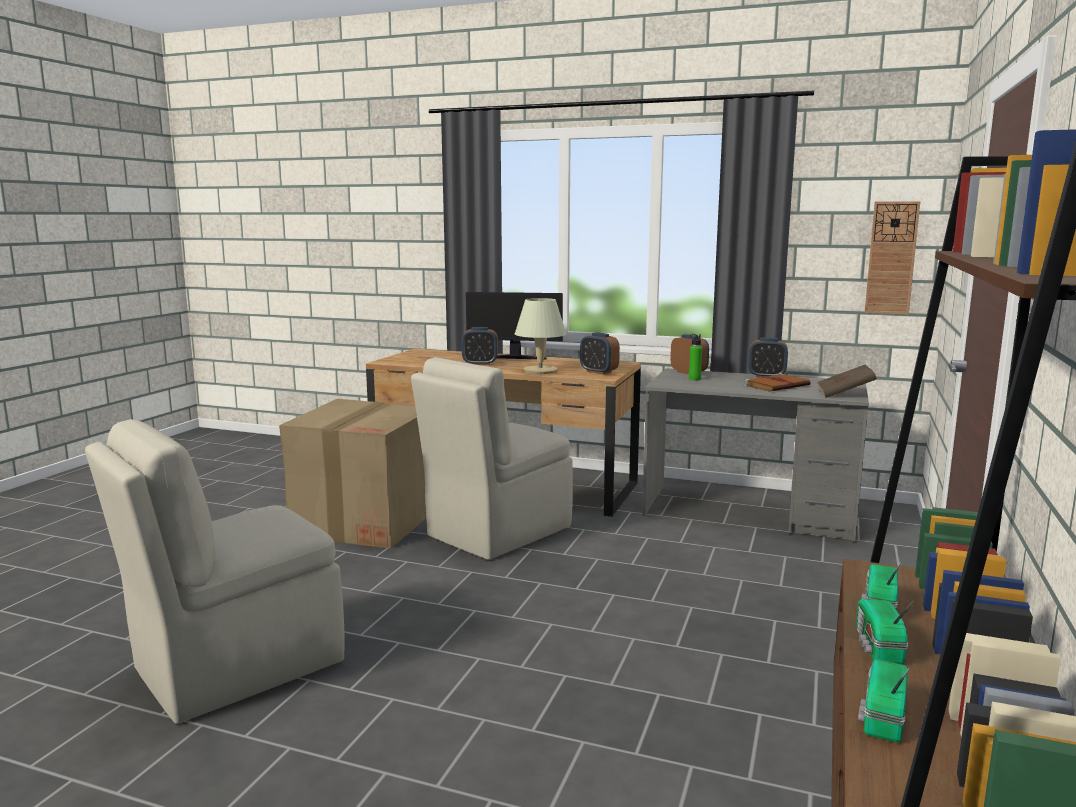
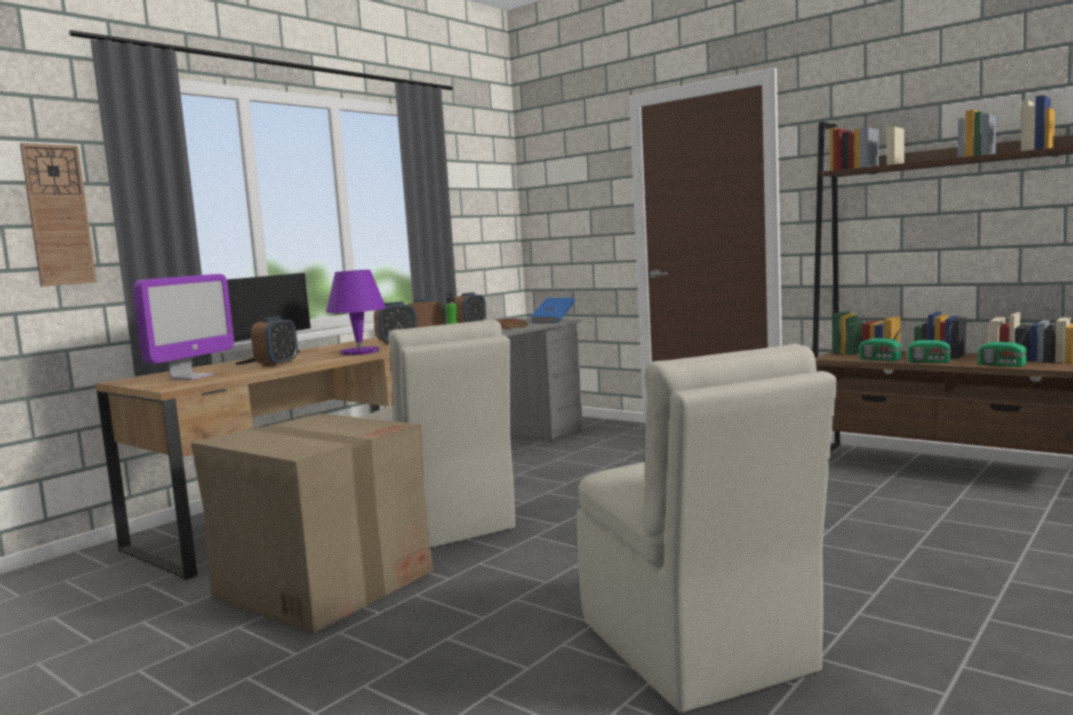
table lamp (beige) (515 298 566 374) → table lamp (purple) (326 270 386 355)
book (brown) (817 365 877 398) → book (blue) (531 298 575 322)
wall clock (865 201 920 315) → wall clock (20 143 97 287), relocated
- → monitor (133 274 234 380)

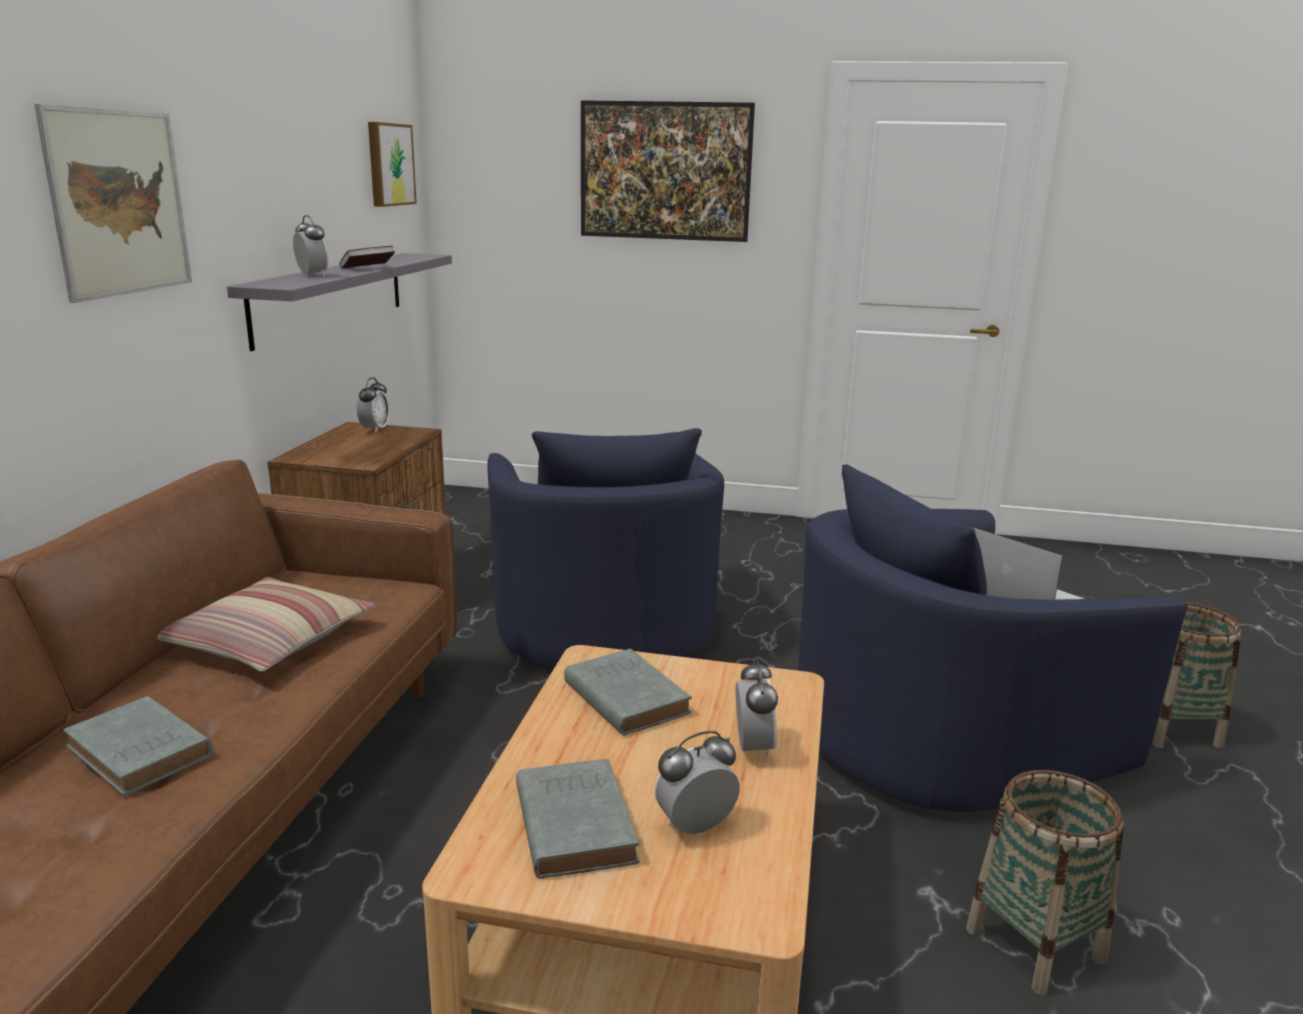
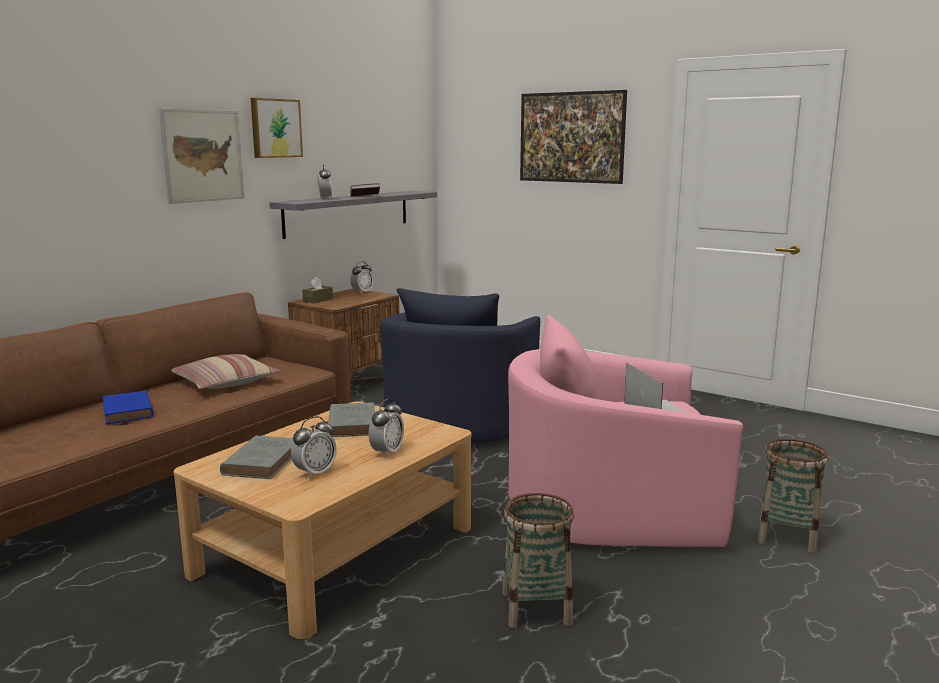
book (grey) (63 696 213 796) → book (blue) (103 391 154 424)
picture (368 122 417 207) → picture (251 98 303 158), relocated
alarm clock (654 731 740 834) → alarm clock (291 416 337 479), 135 degrees clockwise
armchair (blue) (797 464 1187 812) → armchair (pink) (508 315 743 547)
- → tissue box (brown) (302 277 333 303)

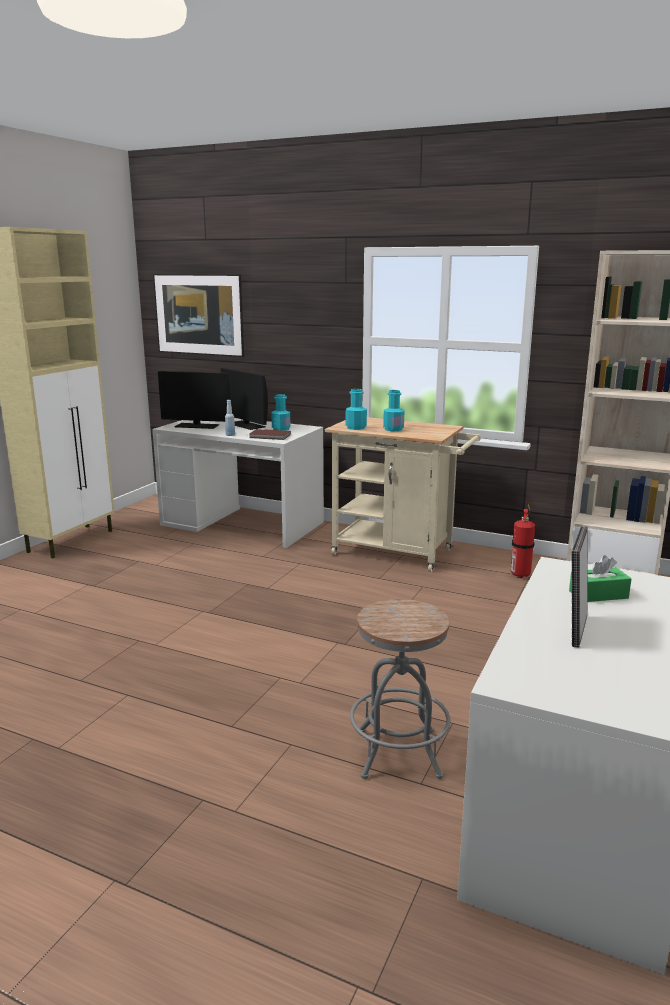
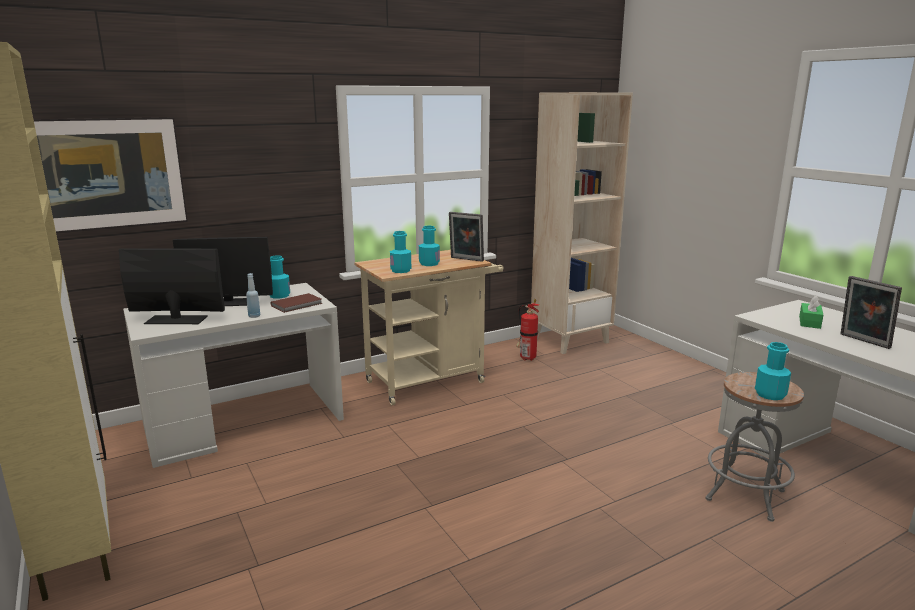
monitor (158 371 230 429) → monitor (119 249 225 324), 135 degrees counterclockwise
- → picture frame (449 212 484 262)
- → bottle (turquoise) (755 342 791 400)

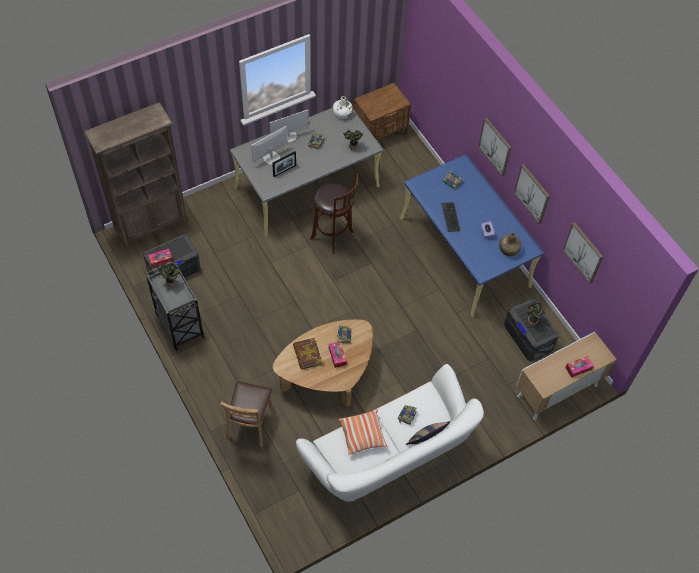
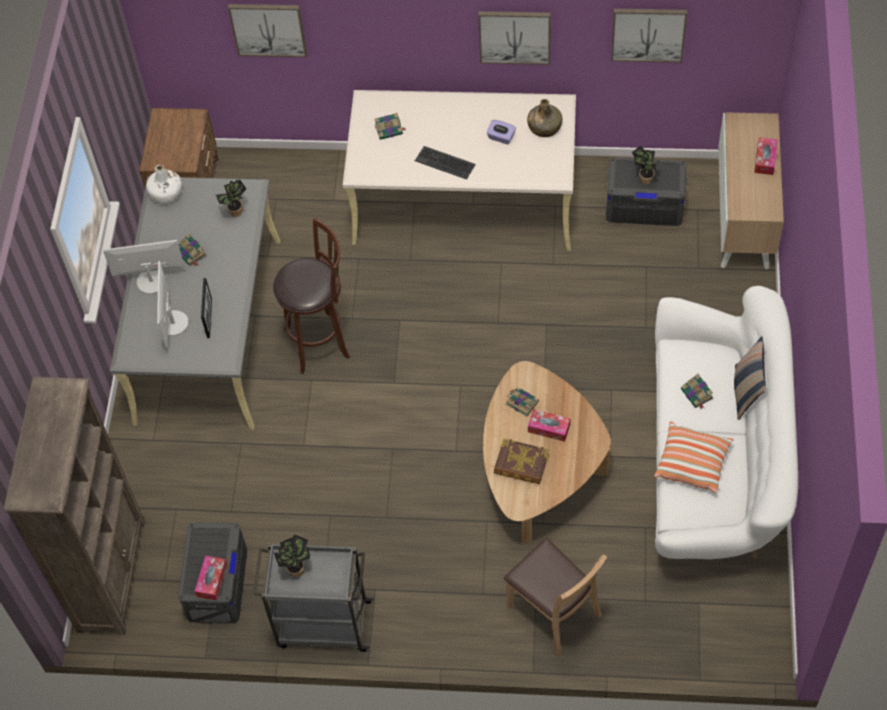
monitor (269 109 309 143) → monitor (103 240 185 294), 105 degrees counterclockwise
desk (blue) (400 154 544 317) → desk (beige) (343 90 576 251)
picture (478 118 512 176) → picture (228 4 307 57), relocated

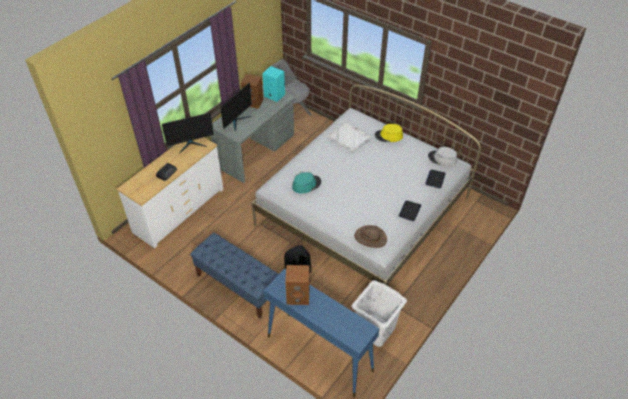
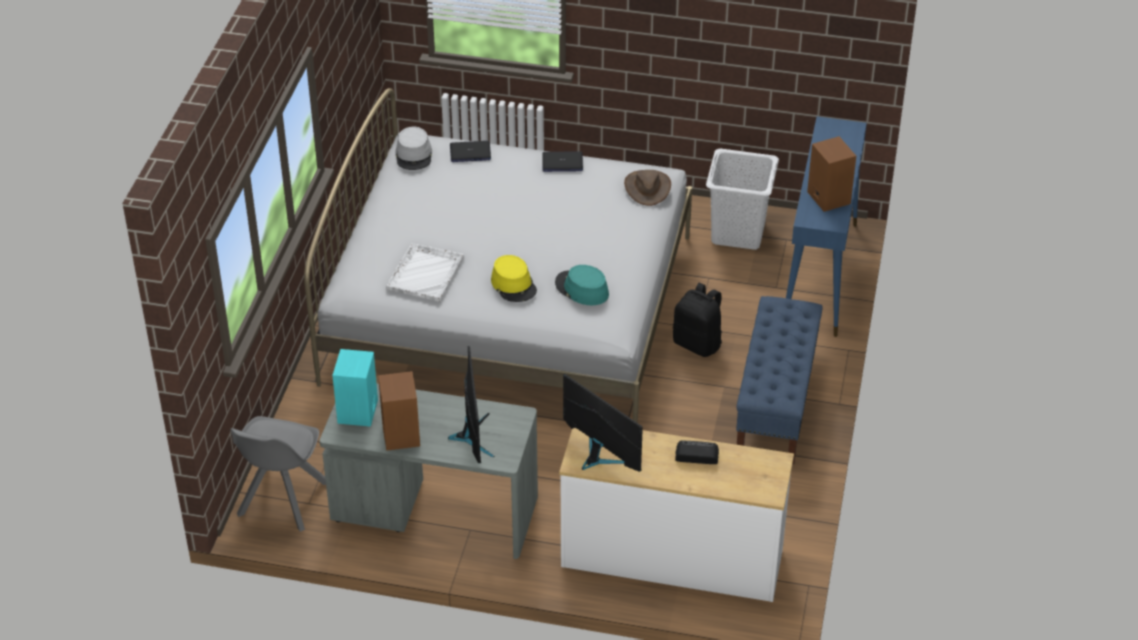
monitor (220 83 252 131) → monitor (448 346 495 463), 75 degrees clockwise
hat (yellow) (375 124 403 142) → hat (yellow) (491 255 537 302), relocated

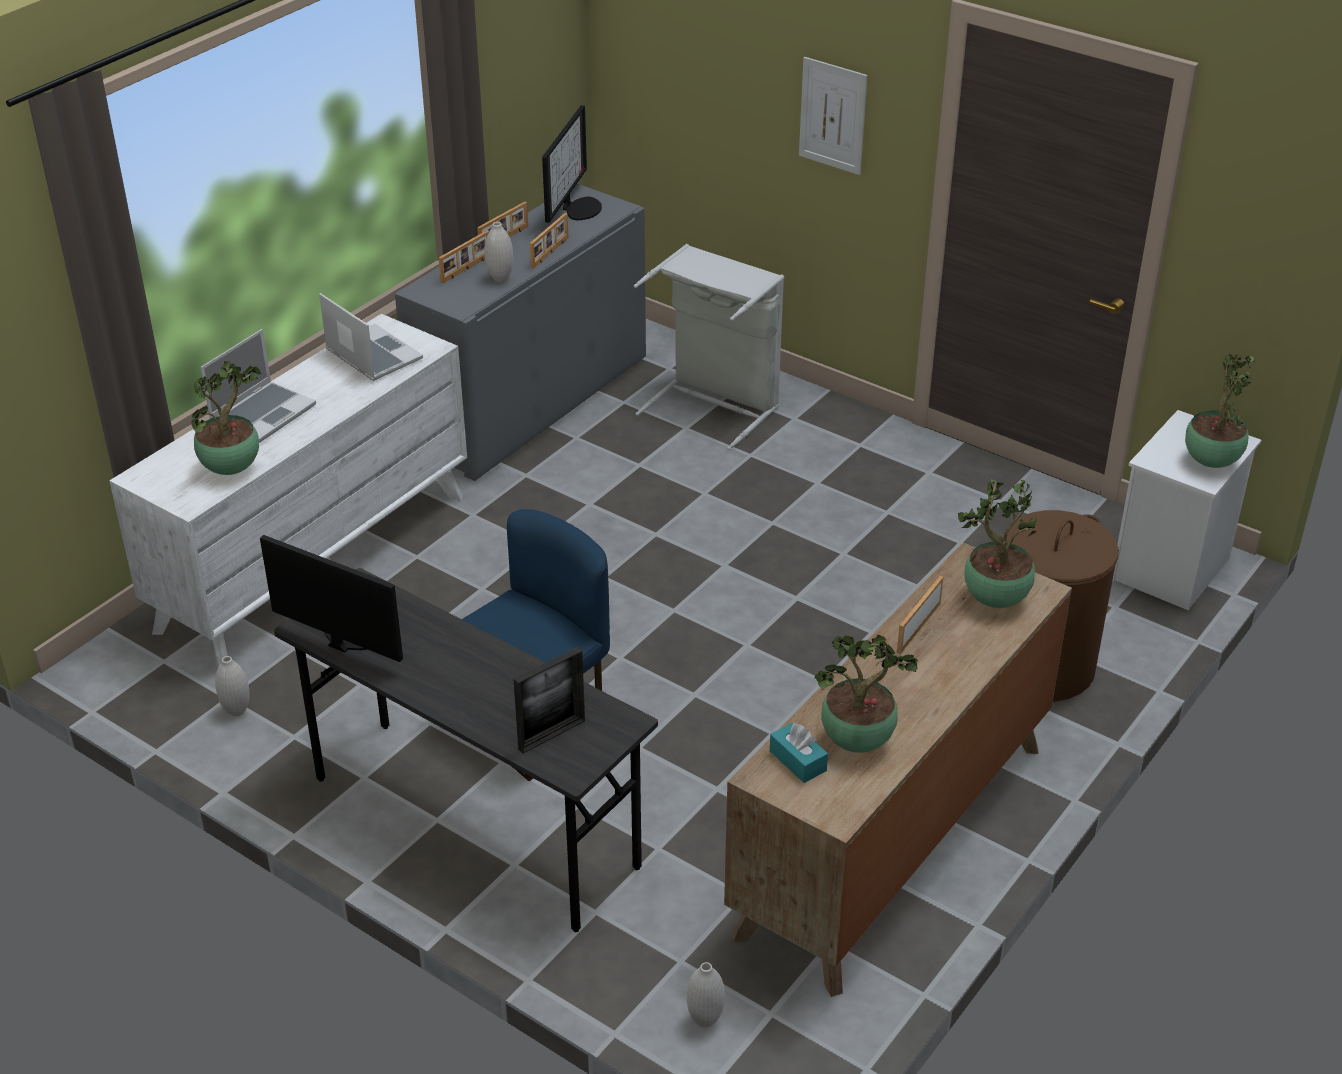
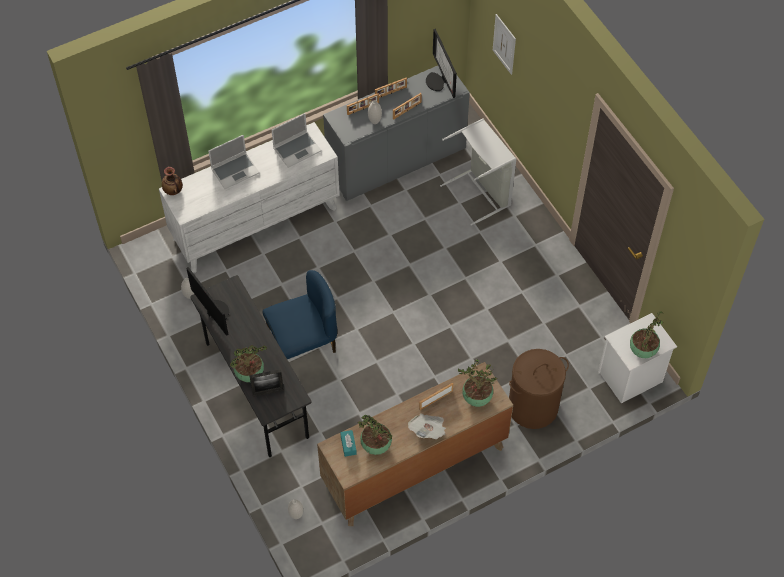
potted plant (191 361 261 475) → potted plant (230 345 267 382), relocated
laptop (319 293 423 381) → laptop (272 113 321 168), 75 degrees clockwise
monitor (542 105 602 223) → monitor (426 29 457 98), 120 degrees clockwise
picture (799 57 867 175) → picture (493 14 516 75), relocated
- → vase (162 167 183 195)
- → newspaper (408 413 446 439)

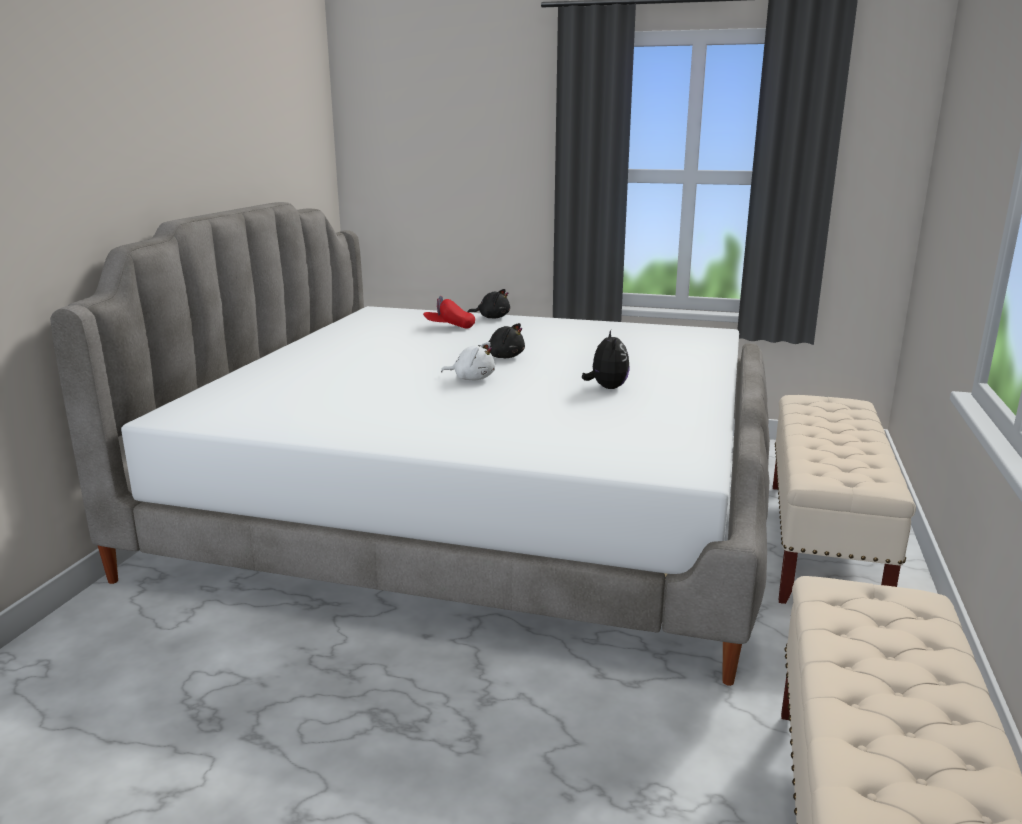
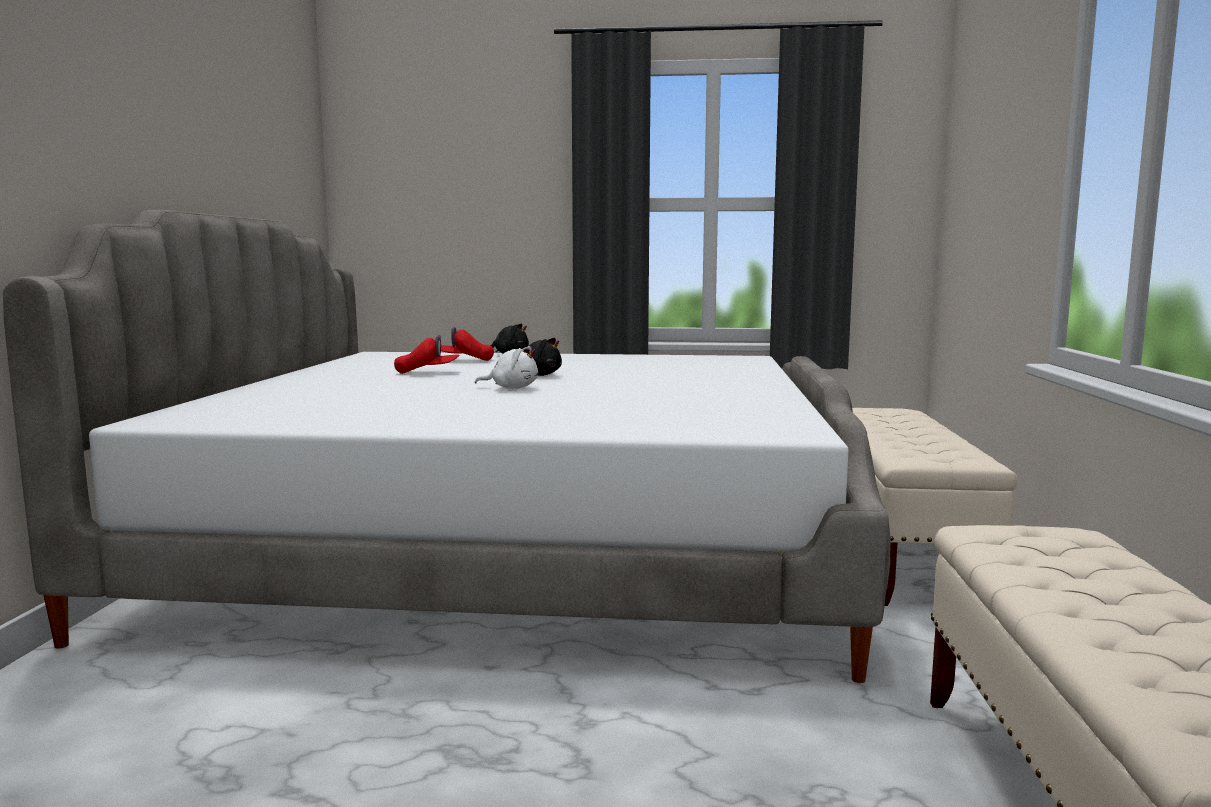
plush toy (582 330 630 389) → -
- → cap (red) (394 335 459 374)

